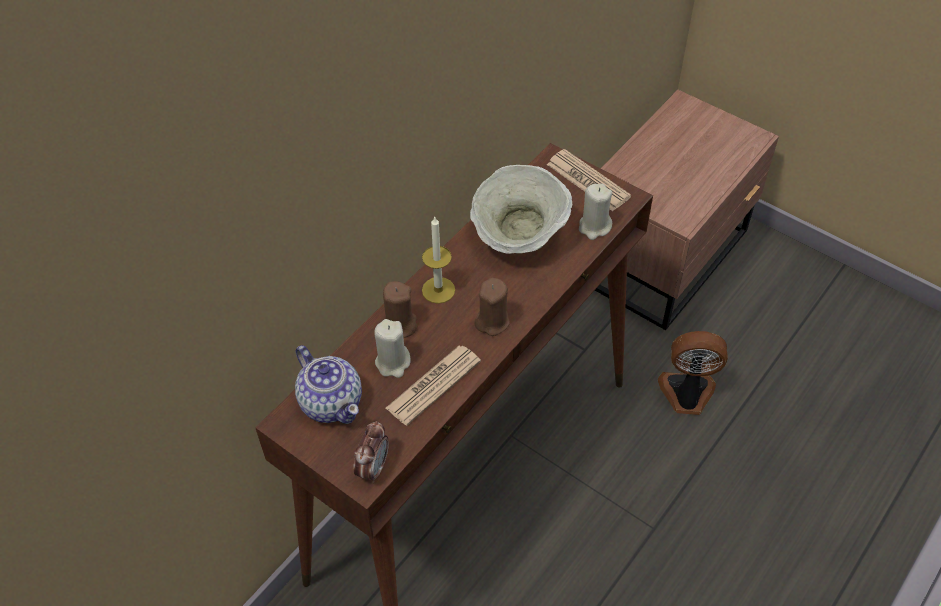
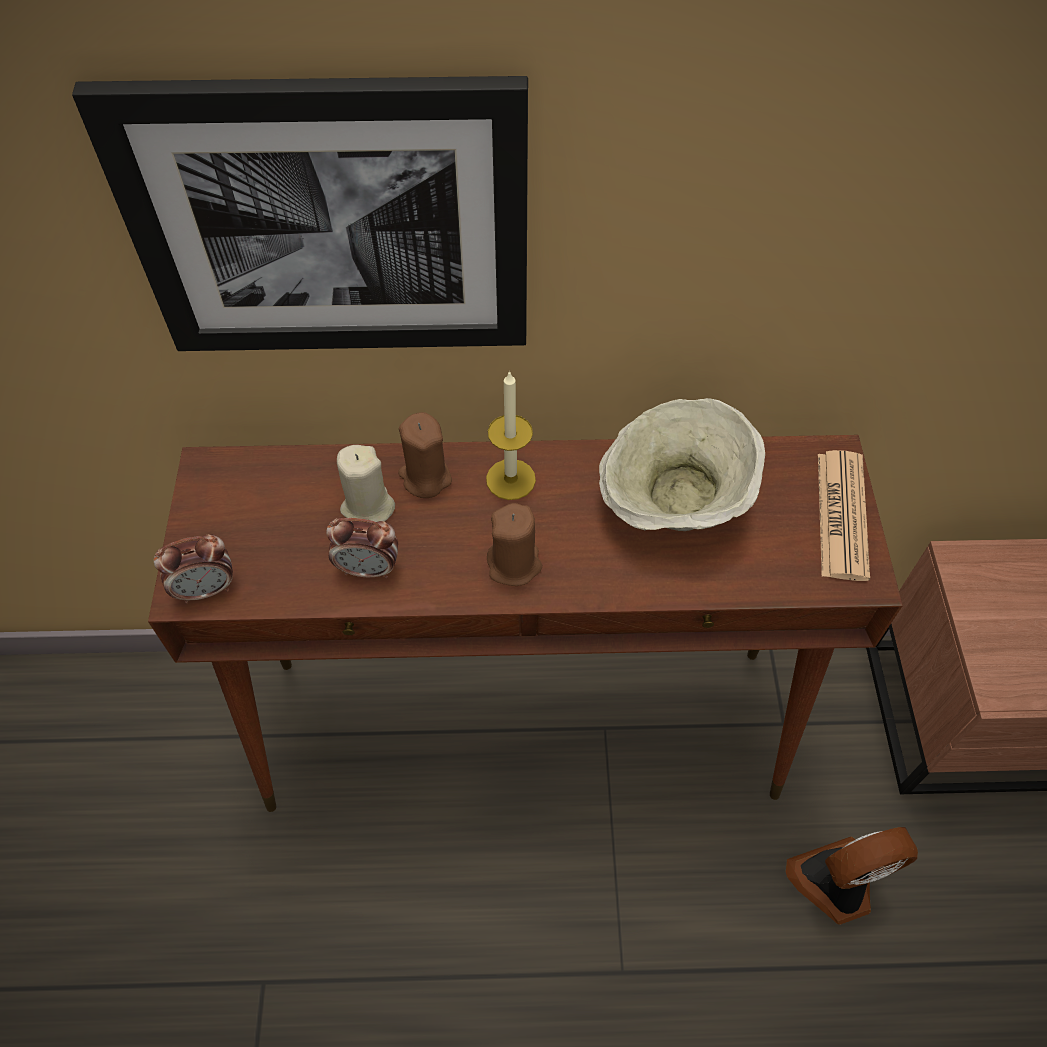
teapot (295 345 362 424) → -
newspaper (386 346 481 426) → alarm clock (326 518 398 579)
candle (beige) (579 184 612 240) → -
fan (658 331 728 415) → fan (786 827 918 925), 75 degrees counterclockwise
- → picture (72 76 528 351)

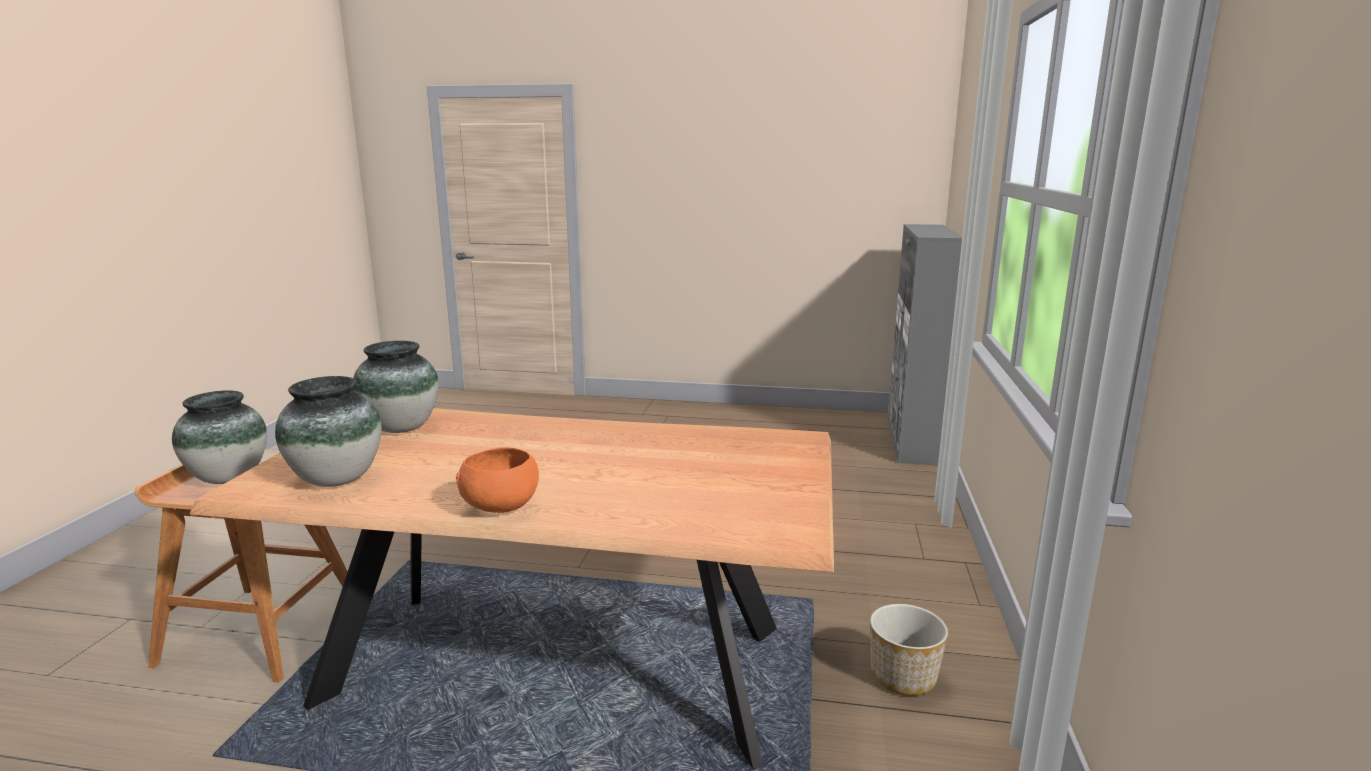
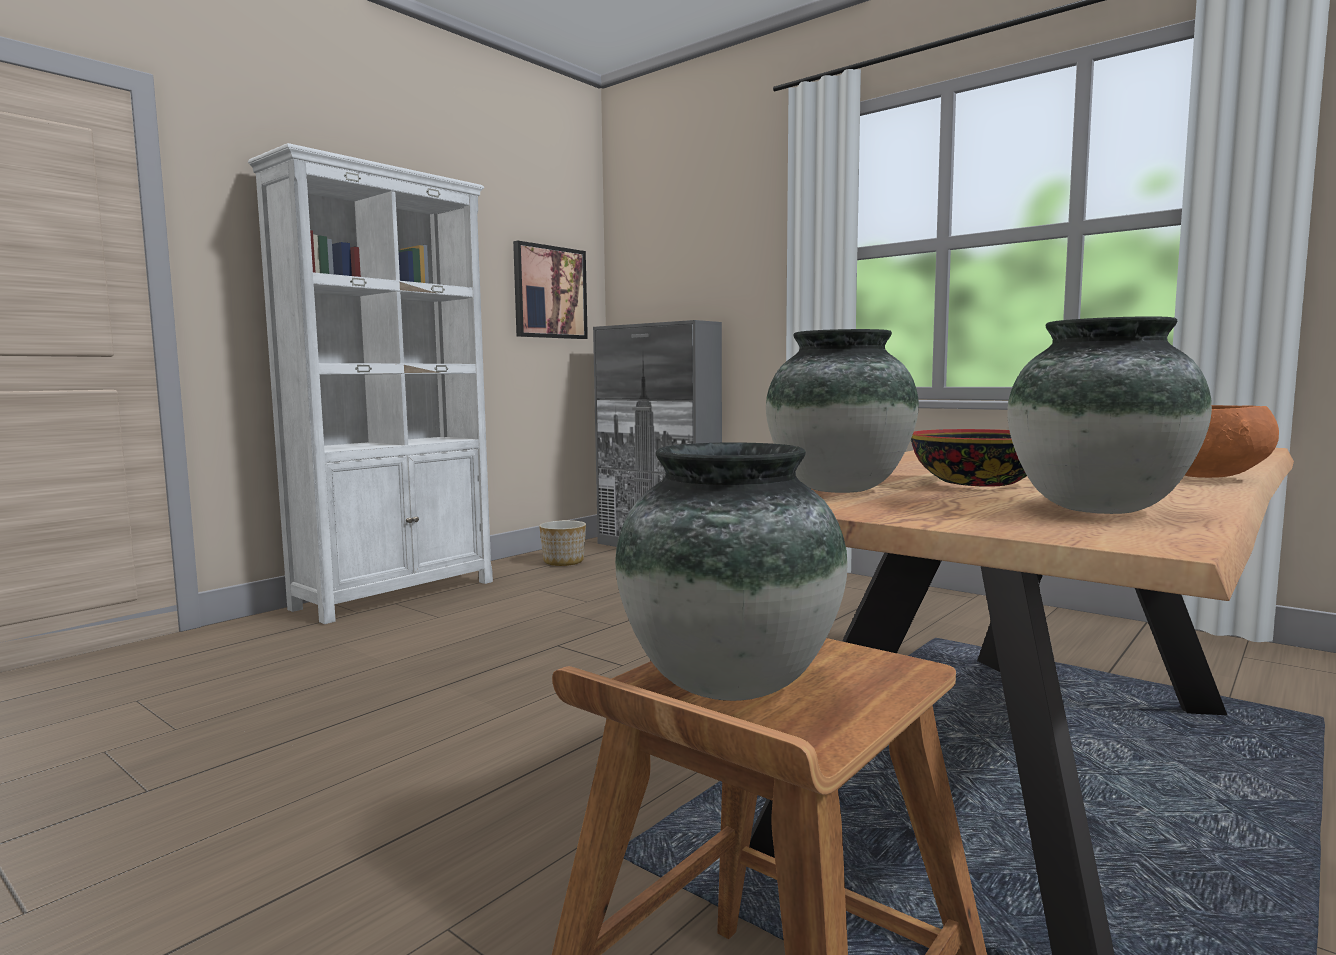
planter (870 604 948 696) → planter (539 520 586 566), relocated
- → bookcase (white) (248 143 493 624)
- → picture (513 241 588 339)
- → bowl (911 429 1027 487)

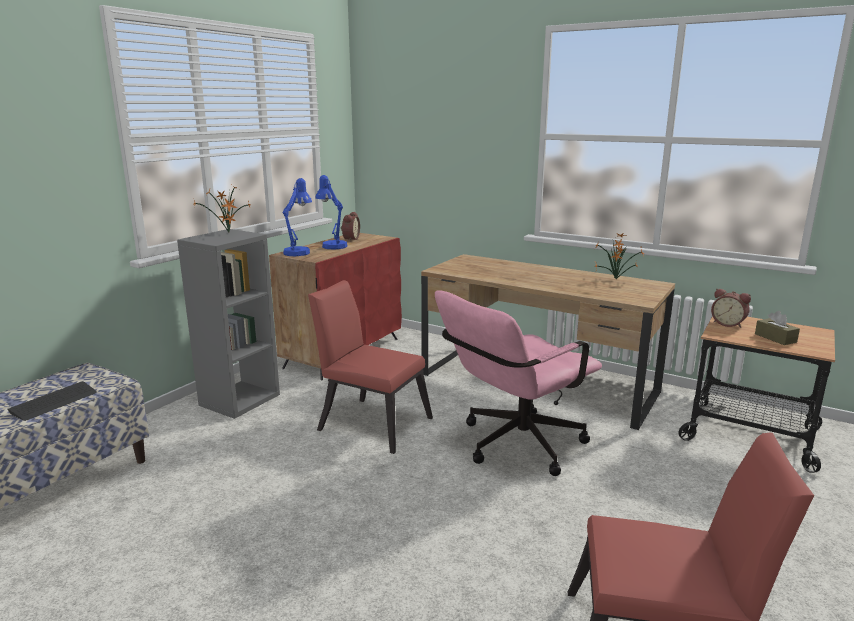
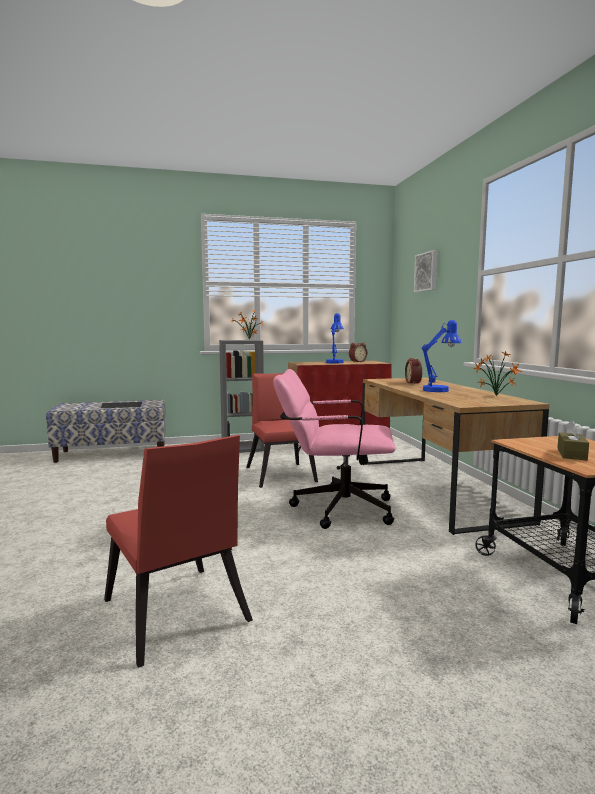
table lamp (blue) (283 178 312 256) → table lamp (blue) (422 320 461 392), relocated
alarm clock (711 289 751 328) → alarm clock (405 358 422 384), relocated
- → picture (414 250 437 292)

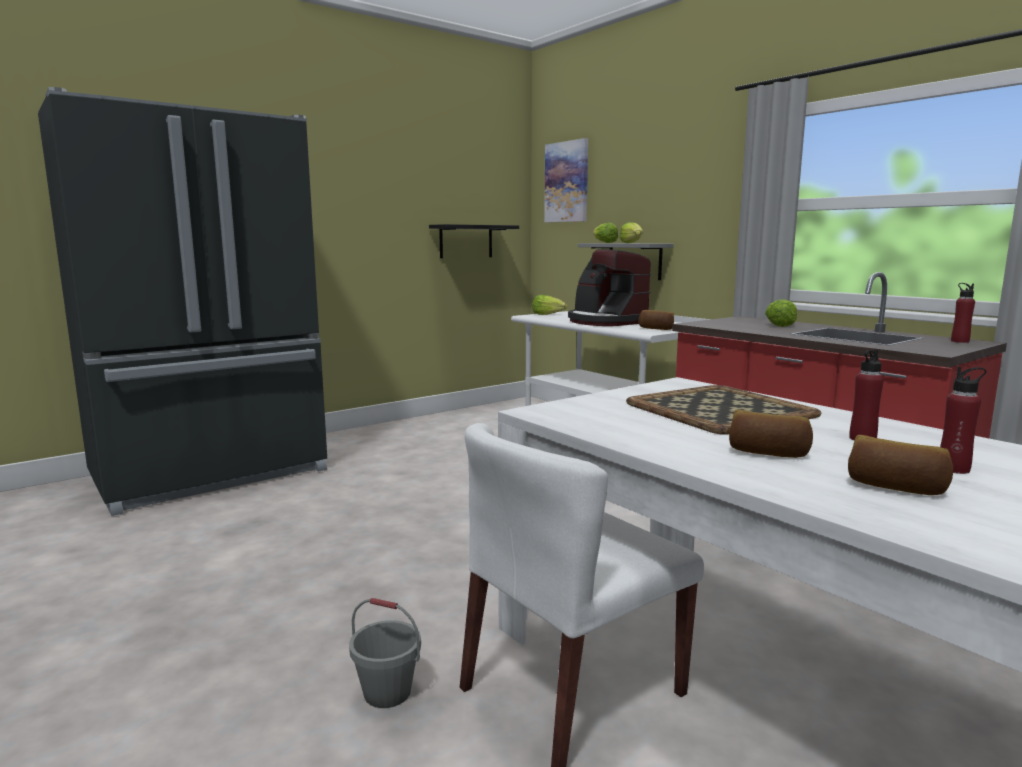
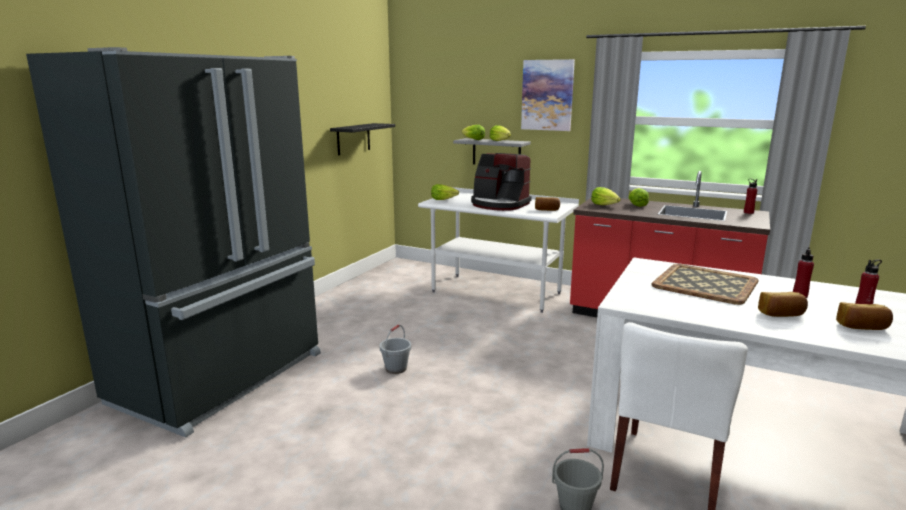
picture (544 138 588 222) → picture (521 59 575 131), relocated
- → bucket (grey) (379 325 411 374)
- → lettuce (591 187 621 205)

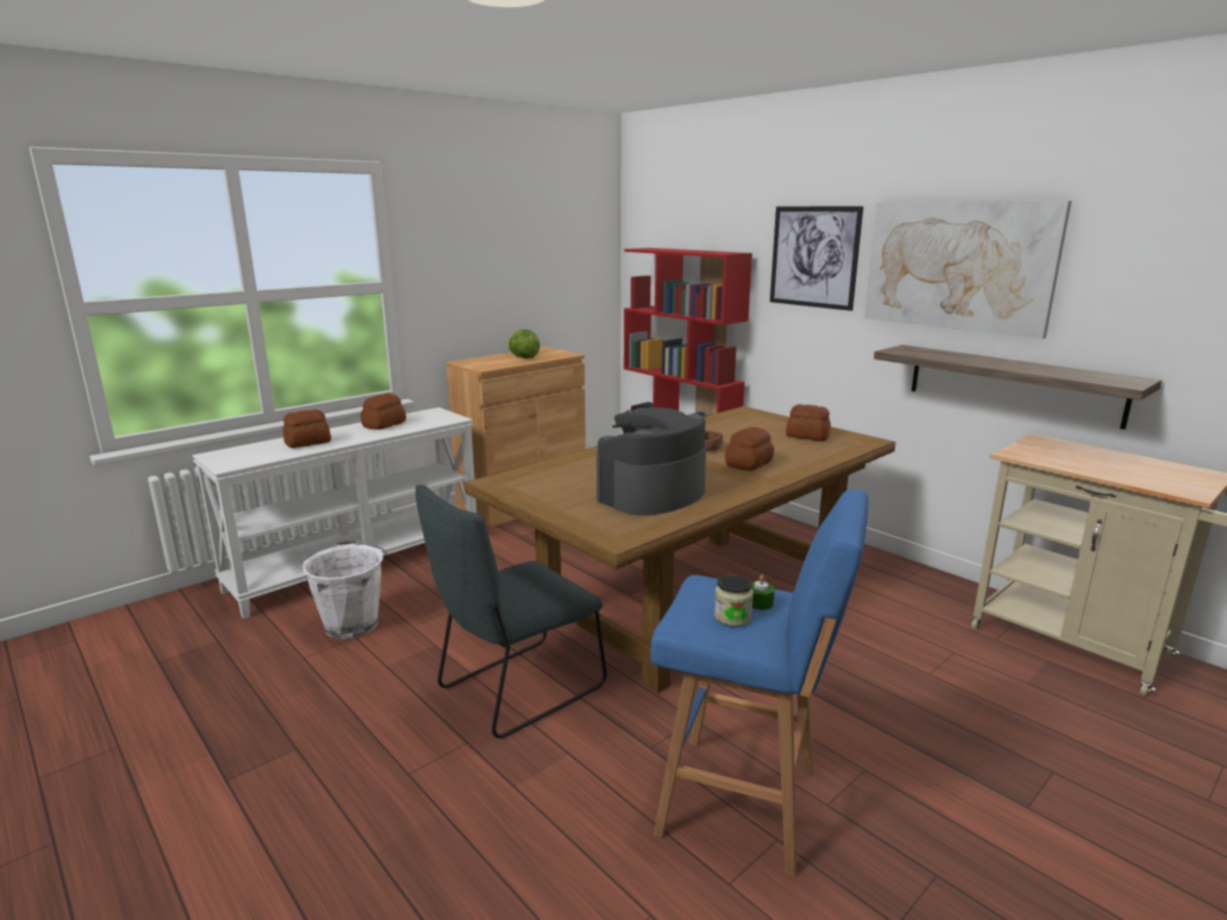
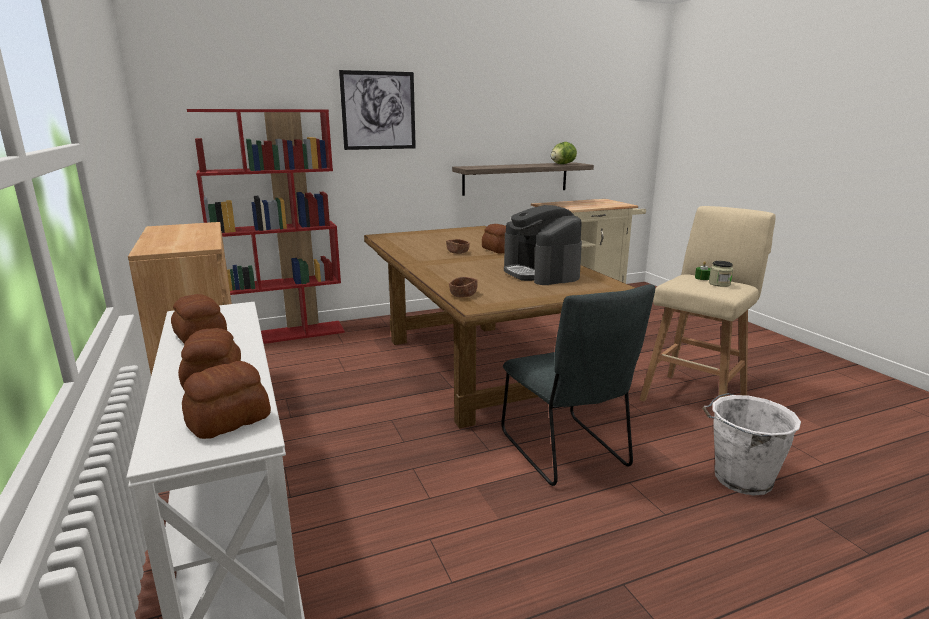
bucket (white) (301 540 387 639) → bucket (white) (702 393 801 495), relocated
lettuce (507 329 540 358) → lettuce (551 142 577 164), relocated
stool (blue) (650 489 868 877) → stool (beige) (639 206 776 402)
bread (786 404 831 441) → bread (182 361 271 439), relocated
picture (864 201 1072 339) → -
- → bowl (brown) (449 277 478 298)

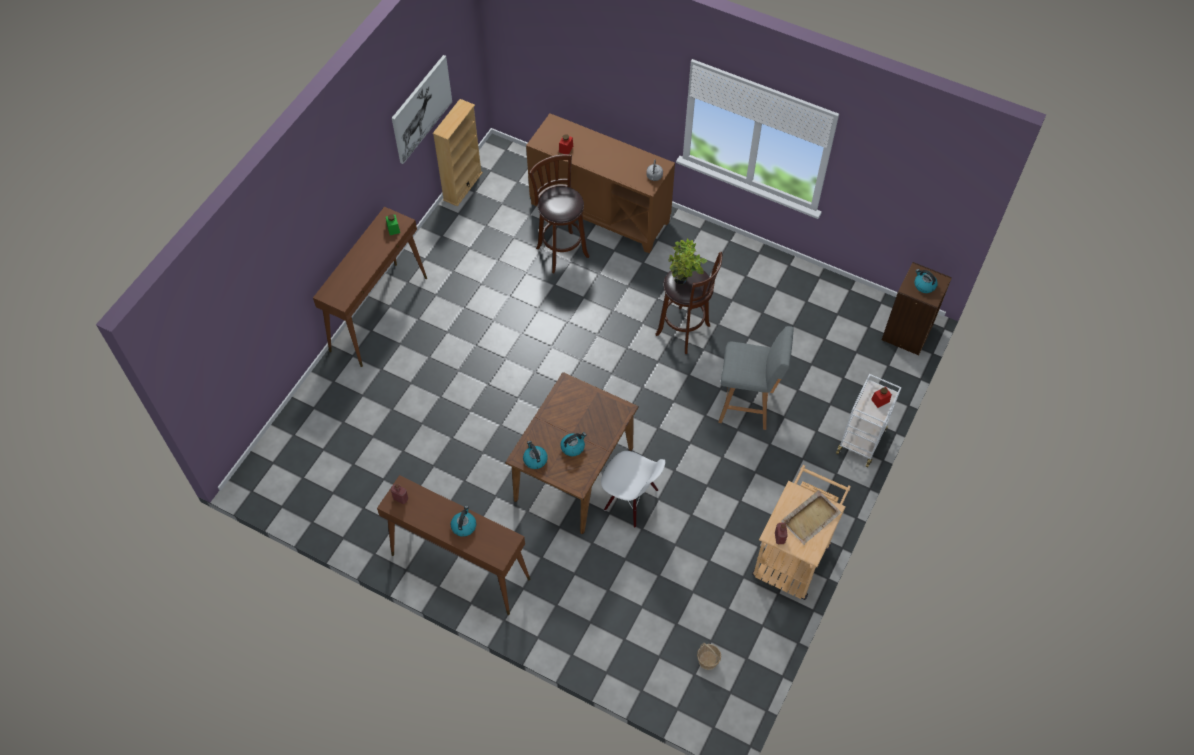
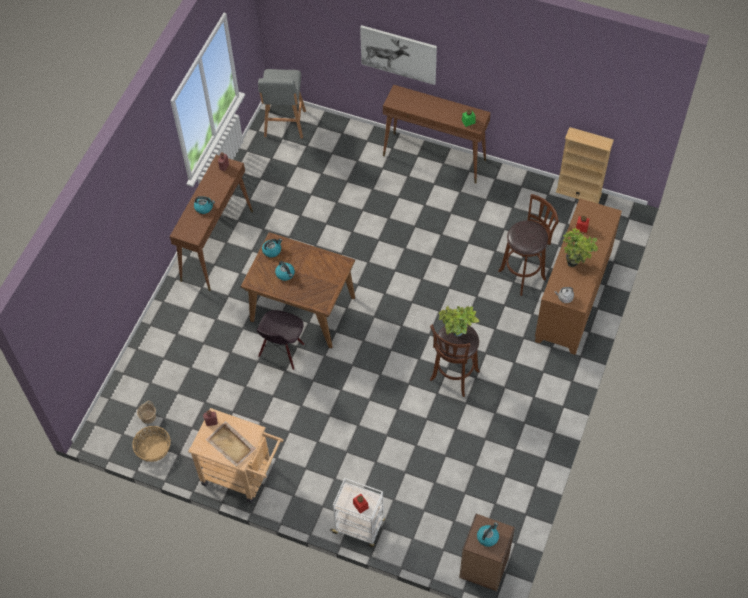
picture (392 55 452 164) → picture (360 25 437 85), relocated
chair (white) (601 451 665 528) → chair (black) (256 310 305 370)
stool (grey) (718 326 794 430) → stool (grey) (258 69 306 138), relocated
- → basket (132 426 171 462)
- → potted plant (562 228 598 267)

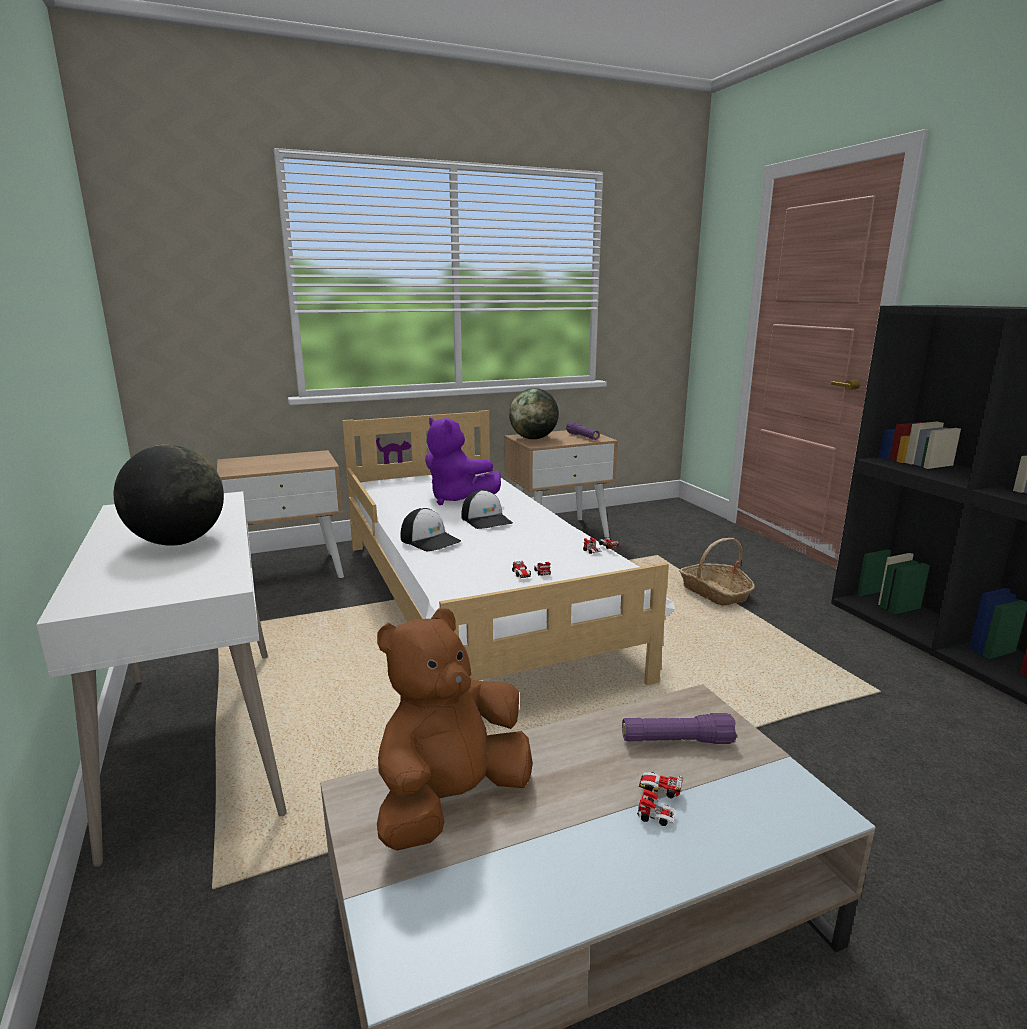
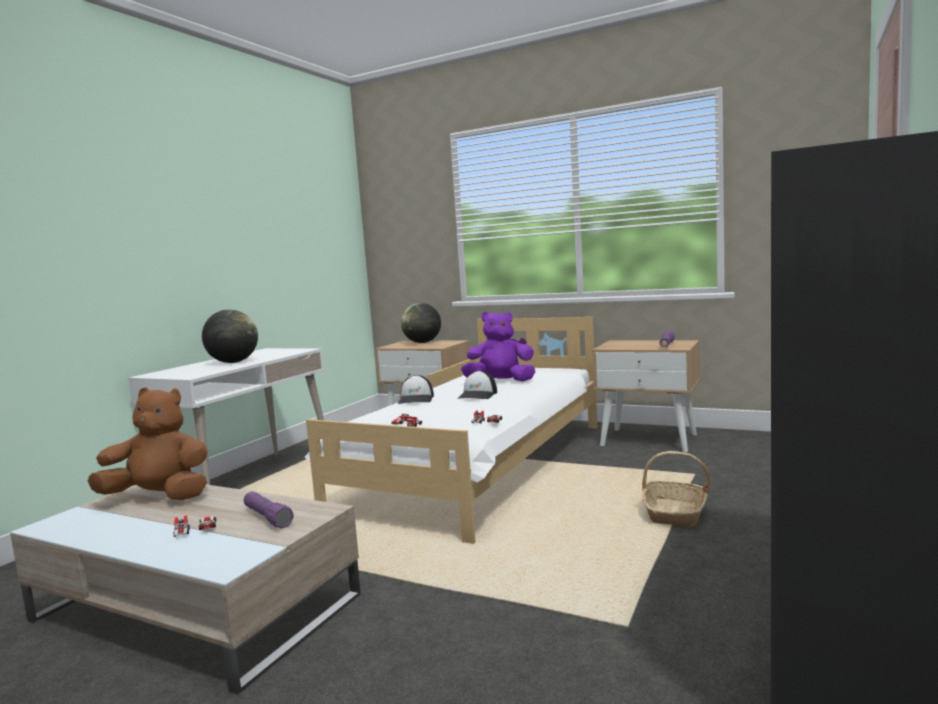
plush toy (purple) (425 418 501 505) → plush toy (purple) (461 312 535 382), 90 degrees clockwise
globe (509 388 559 439) → globe (401 303 441 343), relocated

